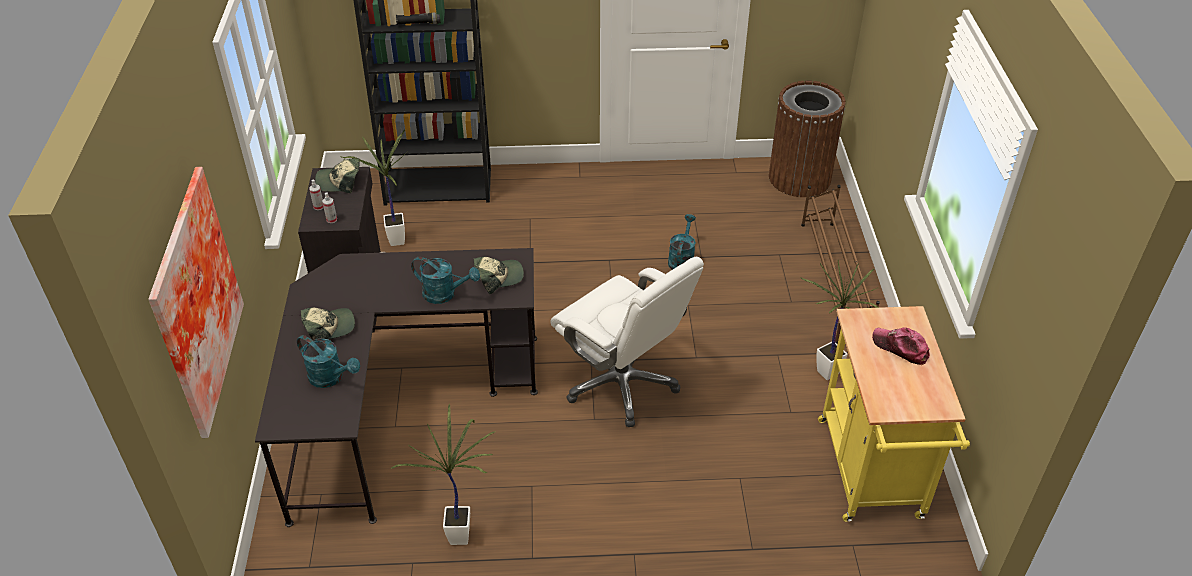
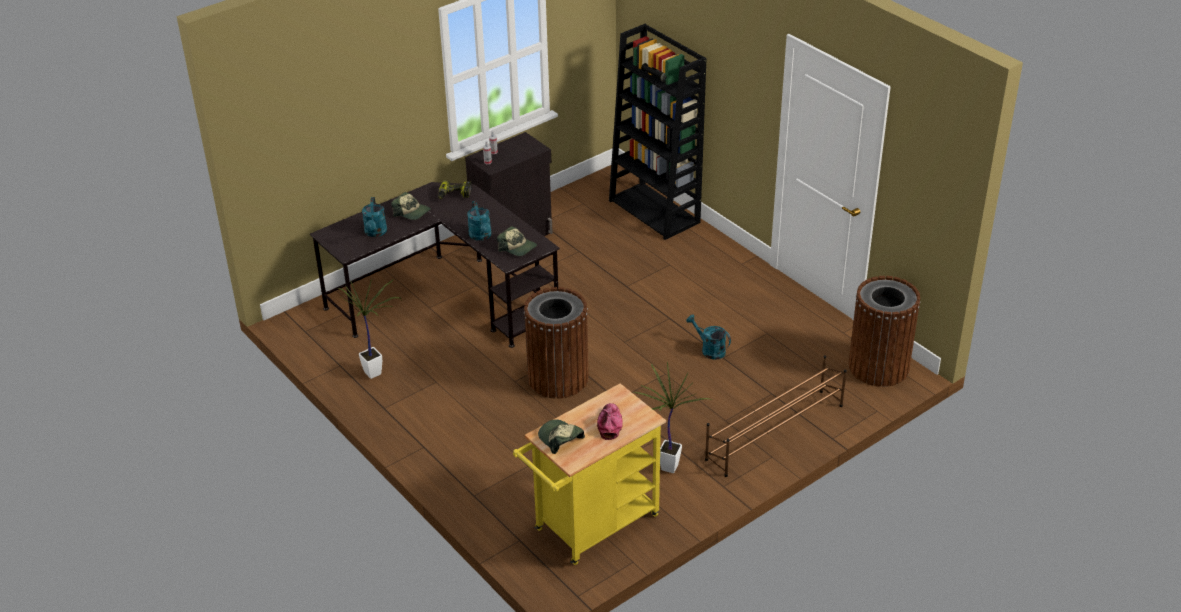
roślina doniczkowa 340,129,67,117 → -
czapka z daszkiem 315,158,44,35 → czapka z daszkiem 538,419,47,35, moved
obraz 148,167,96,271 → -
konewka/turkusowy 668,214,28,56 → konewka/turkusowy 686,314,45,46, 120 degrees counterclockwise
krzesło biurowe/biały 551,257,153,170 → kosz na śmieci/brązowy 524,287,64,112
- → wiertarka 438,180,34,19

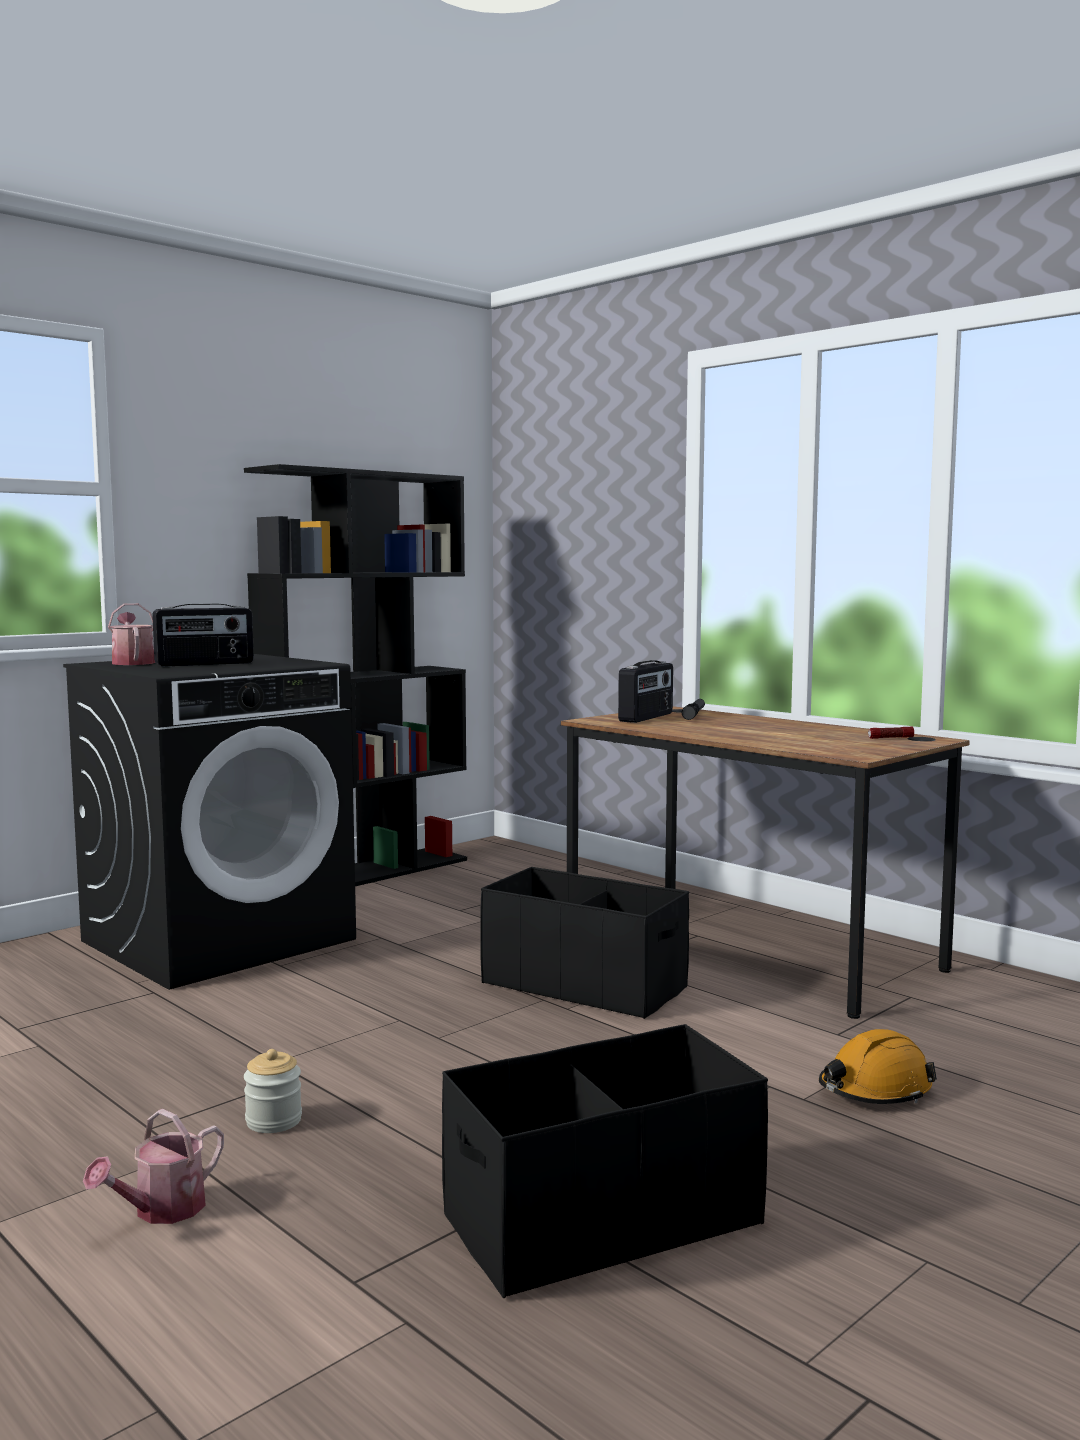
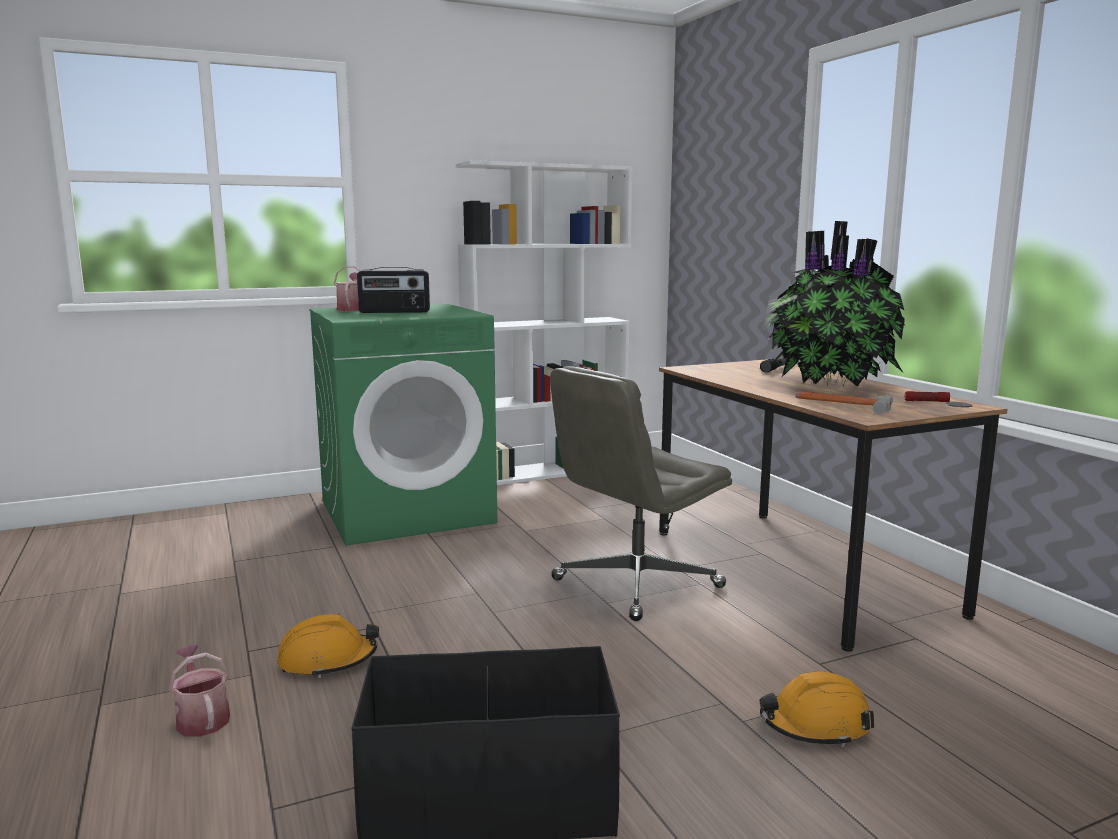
regał/czarny 244,464,223,422 → regał/biały 456,160,177,325
pralka/czarny 63,654,293,336 → pralka/zielony 309,304,189,242
radio 618,660,55,63 → -
pojemnik do przechowywania/czarny 480,867,209,152 → krzesło biurowe/szary 550,366,182,255
słoik 244,1049,58,84 → kask/pomarańczowy 277,614,102,64
konewka 83,1109,141,115 → konewka 169,645,61,92, 90 degrees clockwise
- → roślina doniczkowa 762,221,143,166
- → młotek 795,391,98,24

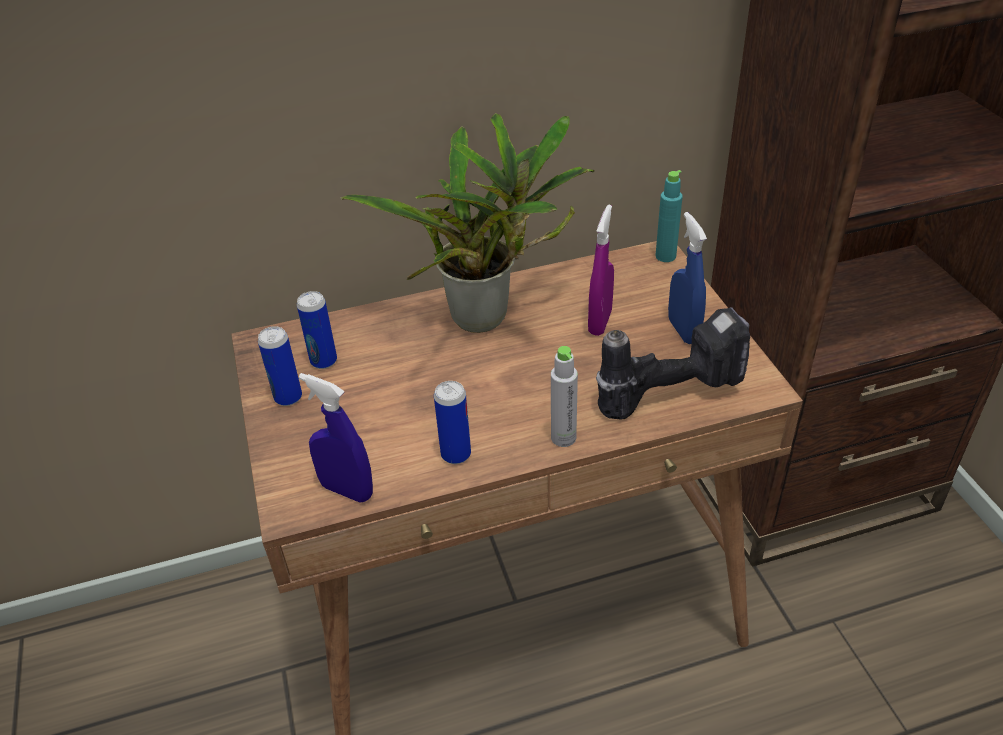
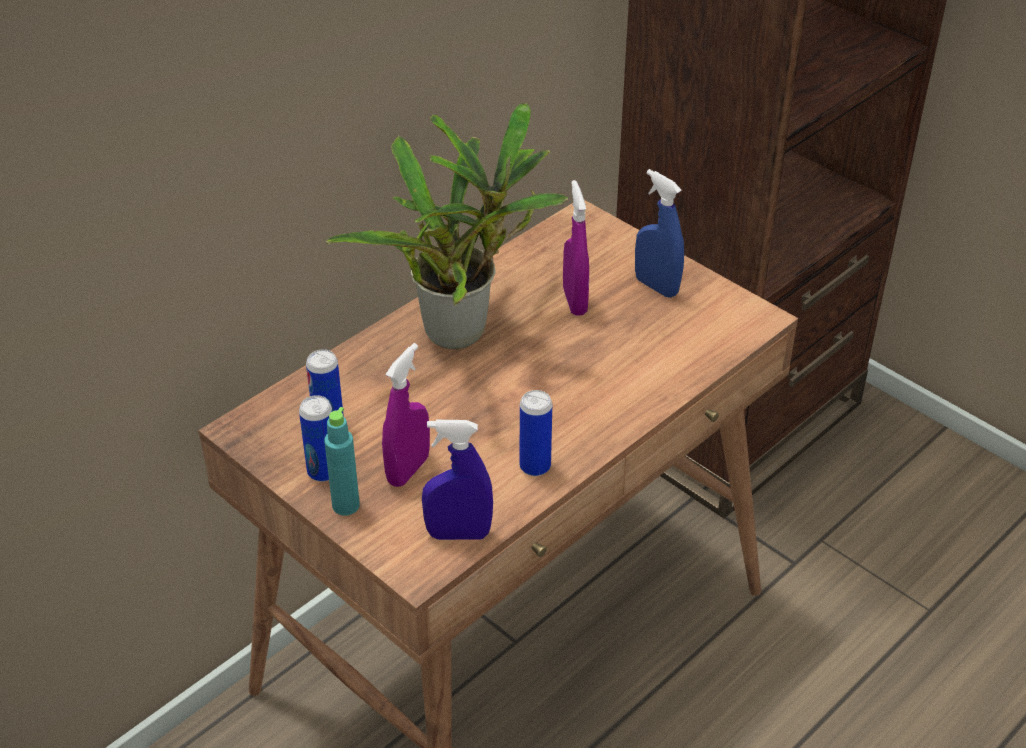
butelka/turkusowy 656,170,26,92 → butelka/turkusowy 324,407,36,109, moved
wiertarka 596,307,154,112 → -
butelka/szary 551,346,27,101 → -
- → spryskiwacz/fioletowy 382,343,48,144

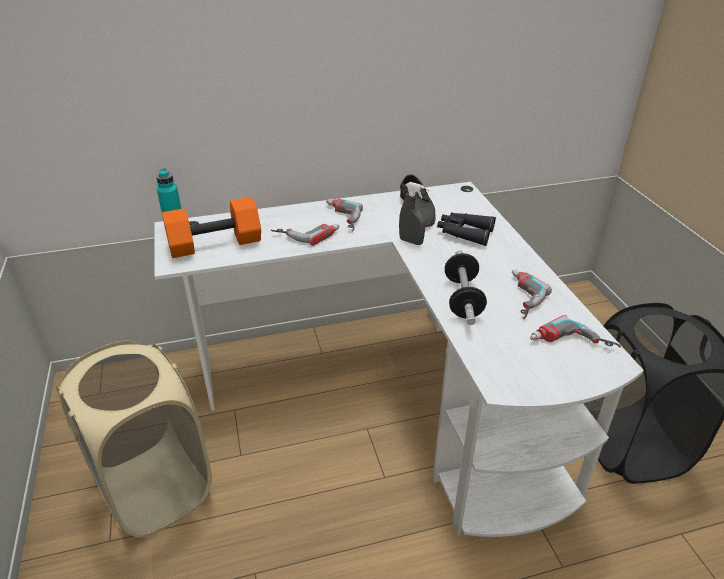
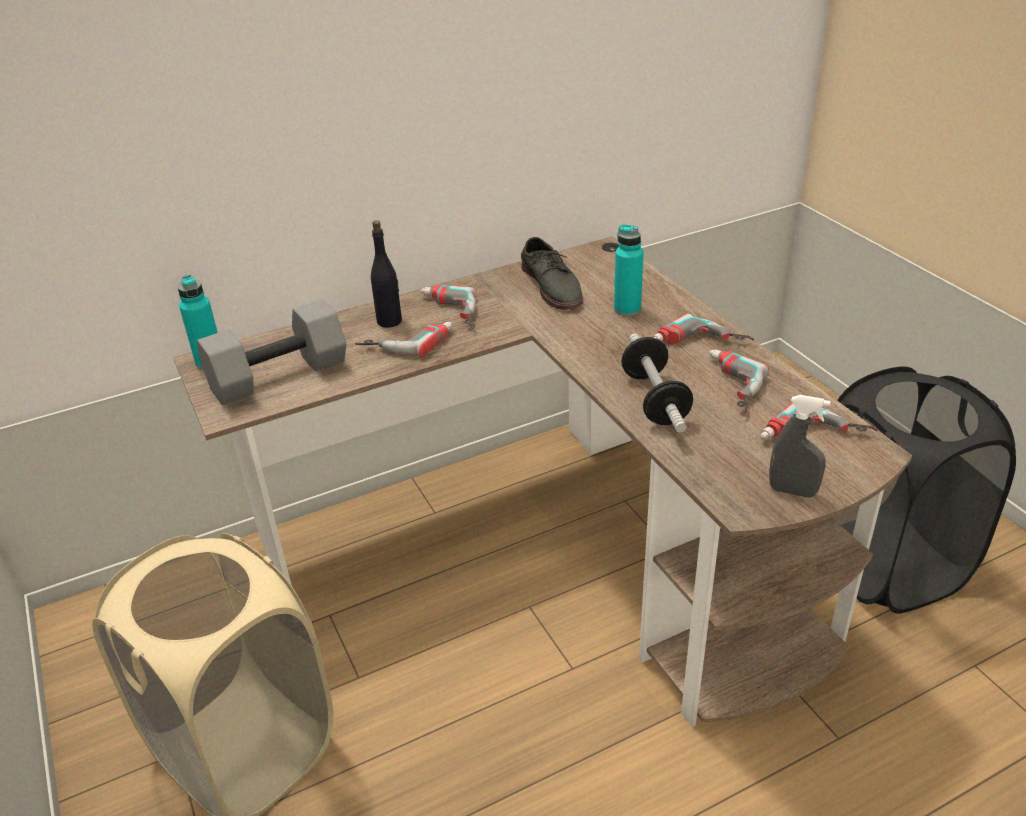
biurko/biały 154,182,490,355 → biurko/brązowy 173,236,739,491
spryskiwacz/szary 399,182,26,63 → spryskiwacz/szary 769,395,62,103, moved
hantel/pomarańczowy 162,197,99,61 → hantel/szary 197,299,149,106
lornetka/czarny 437,212,59,34 → butelka/turkusowy 614,224,30,92
- → butelka/czarny 371,220,31,108
- → wiertarka 652,313,102,32

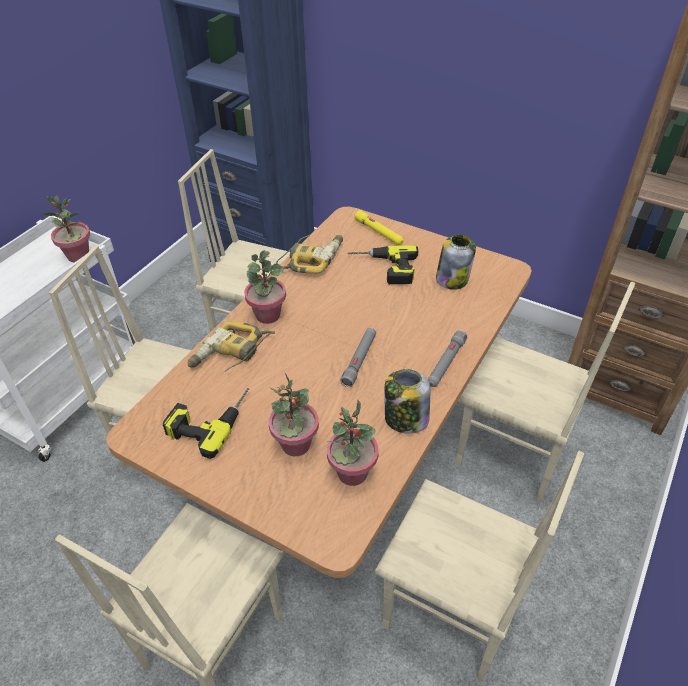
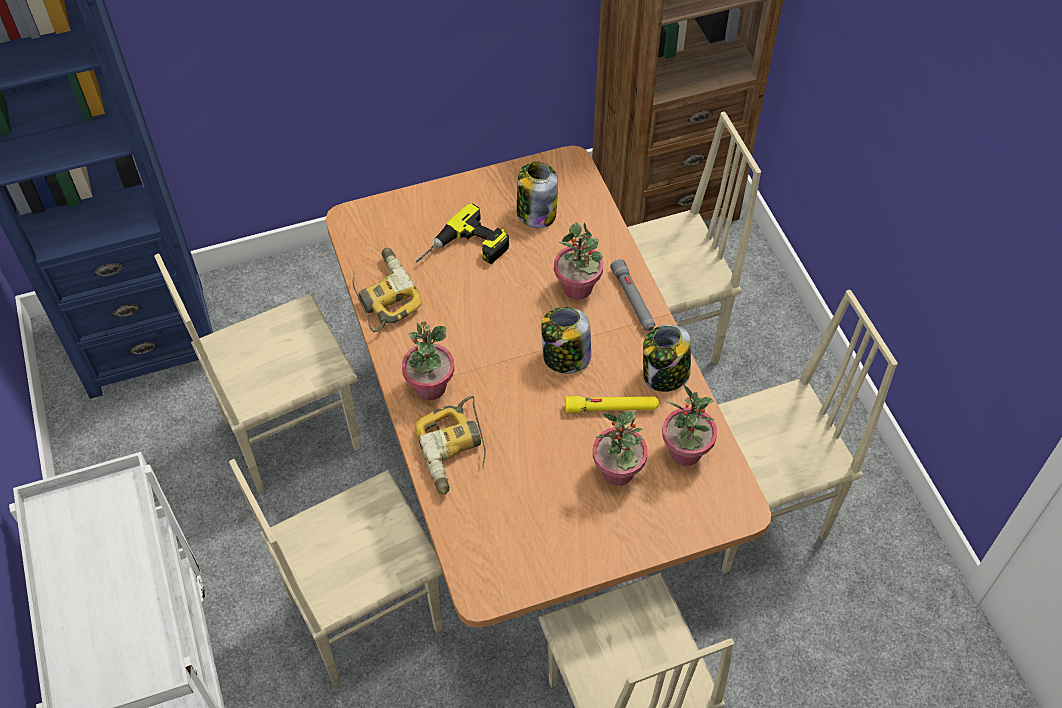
roślina doniczkowa 42,196,48,67 → roślina doniczkowa 554,222,49,78, moved
latarka/żółty 355,210,48,35 → latarka/żółty 565,396,94,17, moved
latarka/szary 340,328,36,59 → słoik 541,307,50,67
wiertarka 163,388,86,71 → -

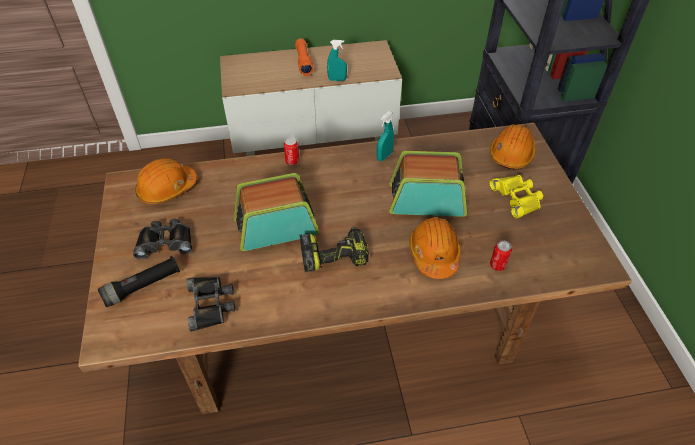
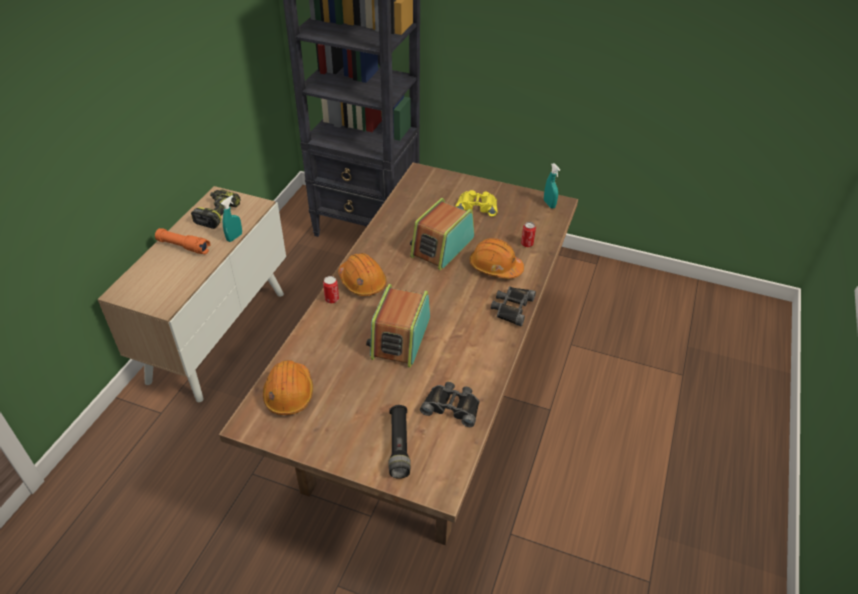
spryskiwacz/turkusowy 377,111,17,50 → spryskiwacz/turkusowy 544,163,16,45, moved
kask/pomarańczowy 490,124,46,45 → kask/pomarańczowy 338,253,48,43, moved
lornetka/czarny 133,219,59,40 → lornetka/czarny 491,286,45,40, moved
wiertarka 300,226,69,46 → wiertarka 191,189,50,40, moved

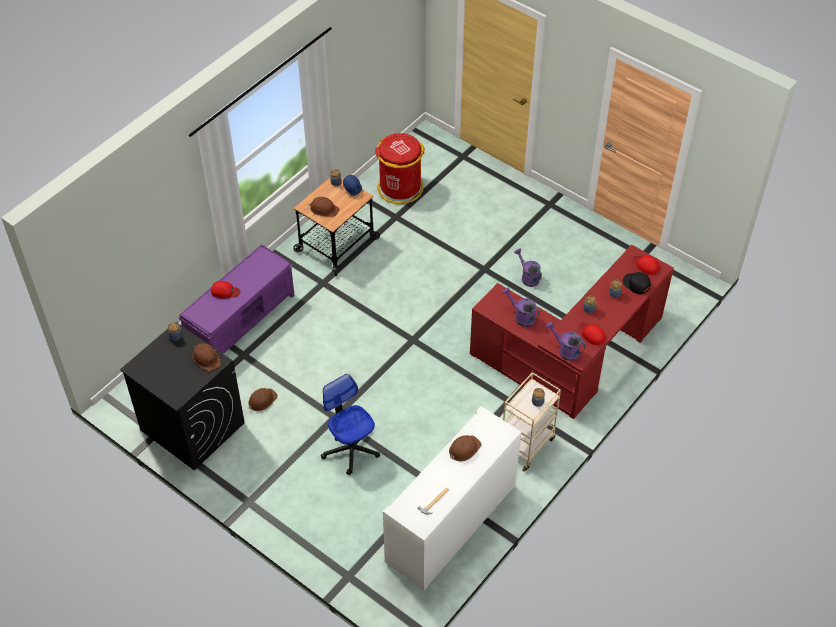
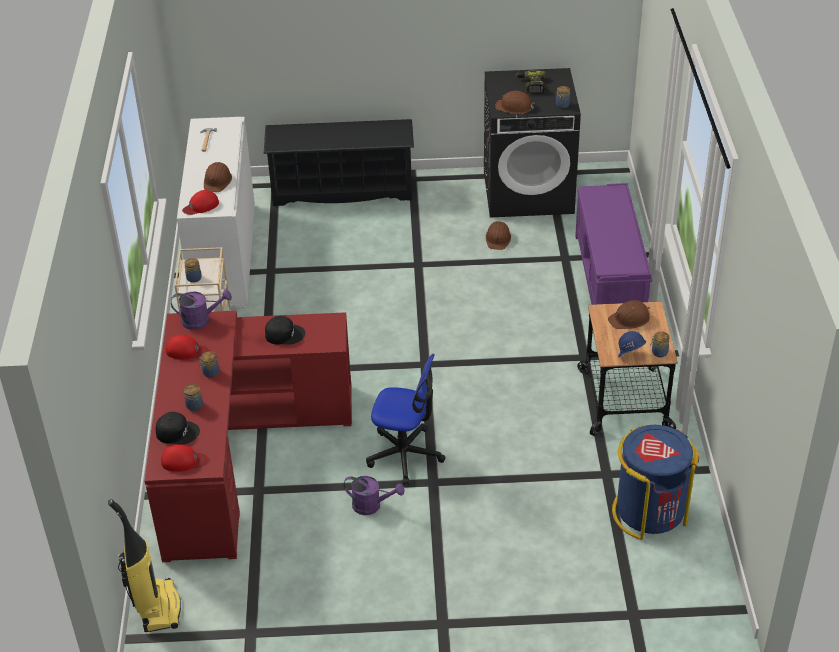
kosz na śmieci/czerwony 375,133,50,71 → kosz na śmieci/niebieski 612,425,87,115
czapka z daszkiem/czerwony 211,281,30,18 → czapka z daszkiem/czerwony 182,190,37,25, moved
konewka/fioletowy 502,288,38,39 → czapka z daszkiem/czarny 265,316,40,29
krzesło biurowe 321,374,59,101 → krzesło biurowe 366,354,80,131, moved
- → wiertarka 516,71,30,23
- → regał na buty/czarny 264,119,150,87
- → odkurzacz 108,499,73,133

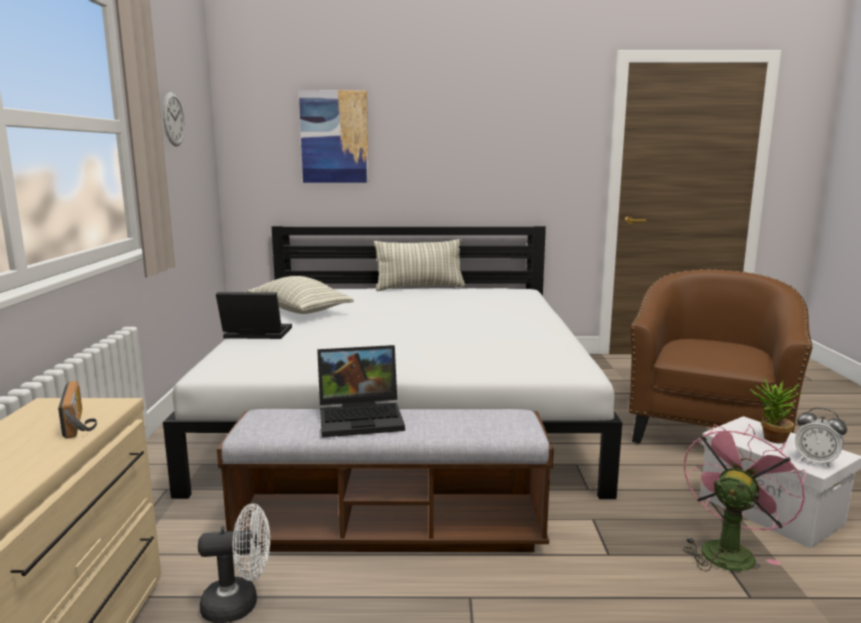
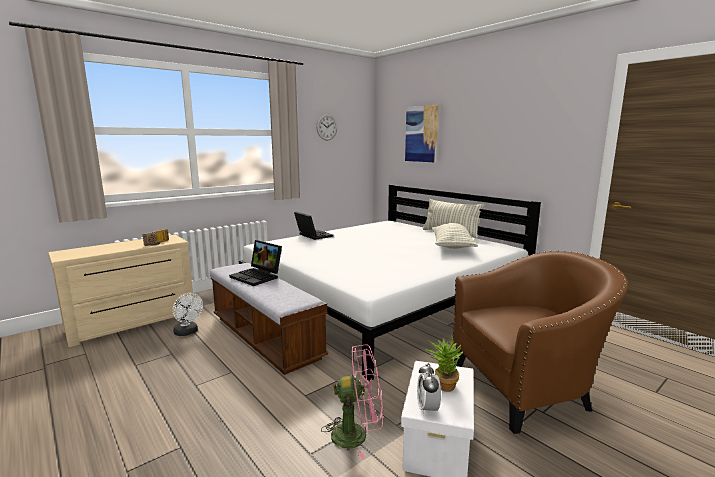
poduszka 247,276,107,38 → poduszka 432,223,46,26, moved

